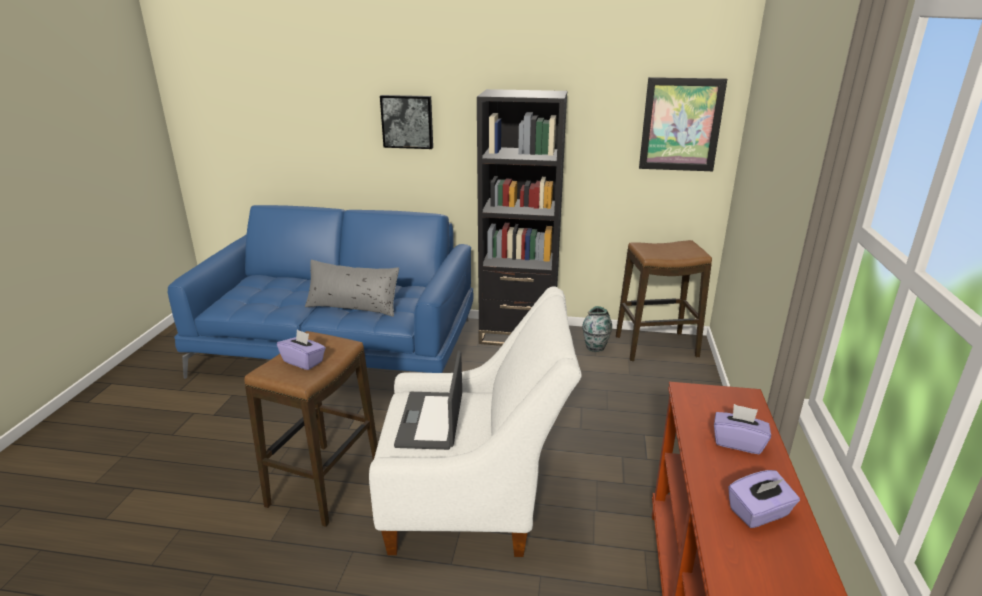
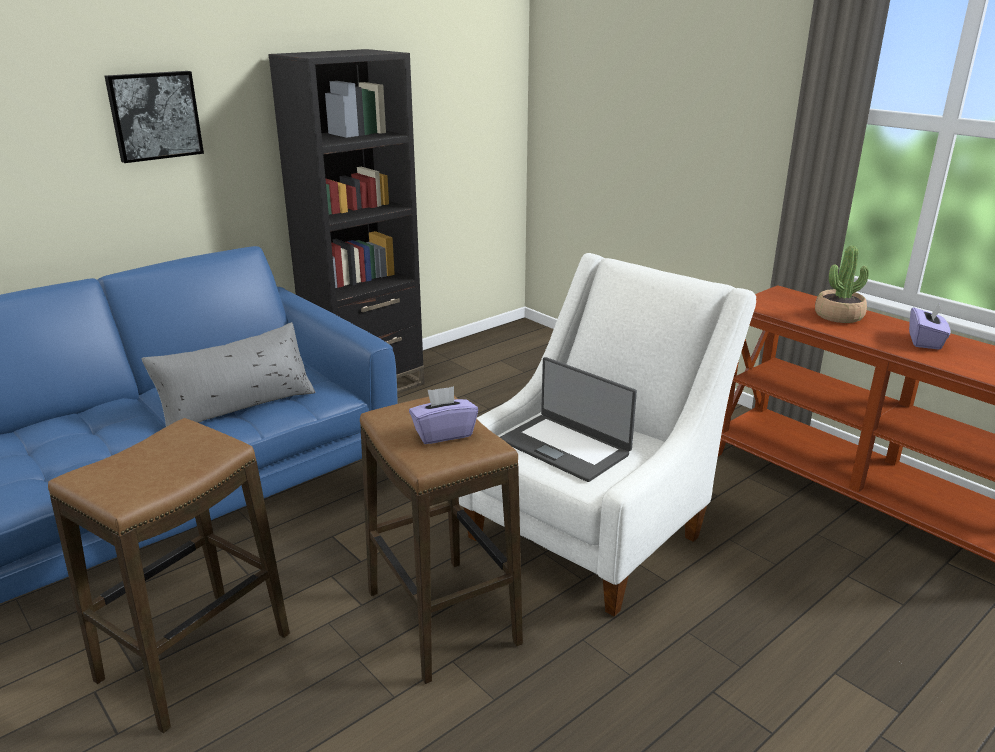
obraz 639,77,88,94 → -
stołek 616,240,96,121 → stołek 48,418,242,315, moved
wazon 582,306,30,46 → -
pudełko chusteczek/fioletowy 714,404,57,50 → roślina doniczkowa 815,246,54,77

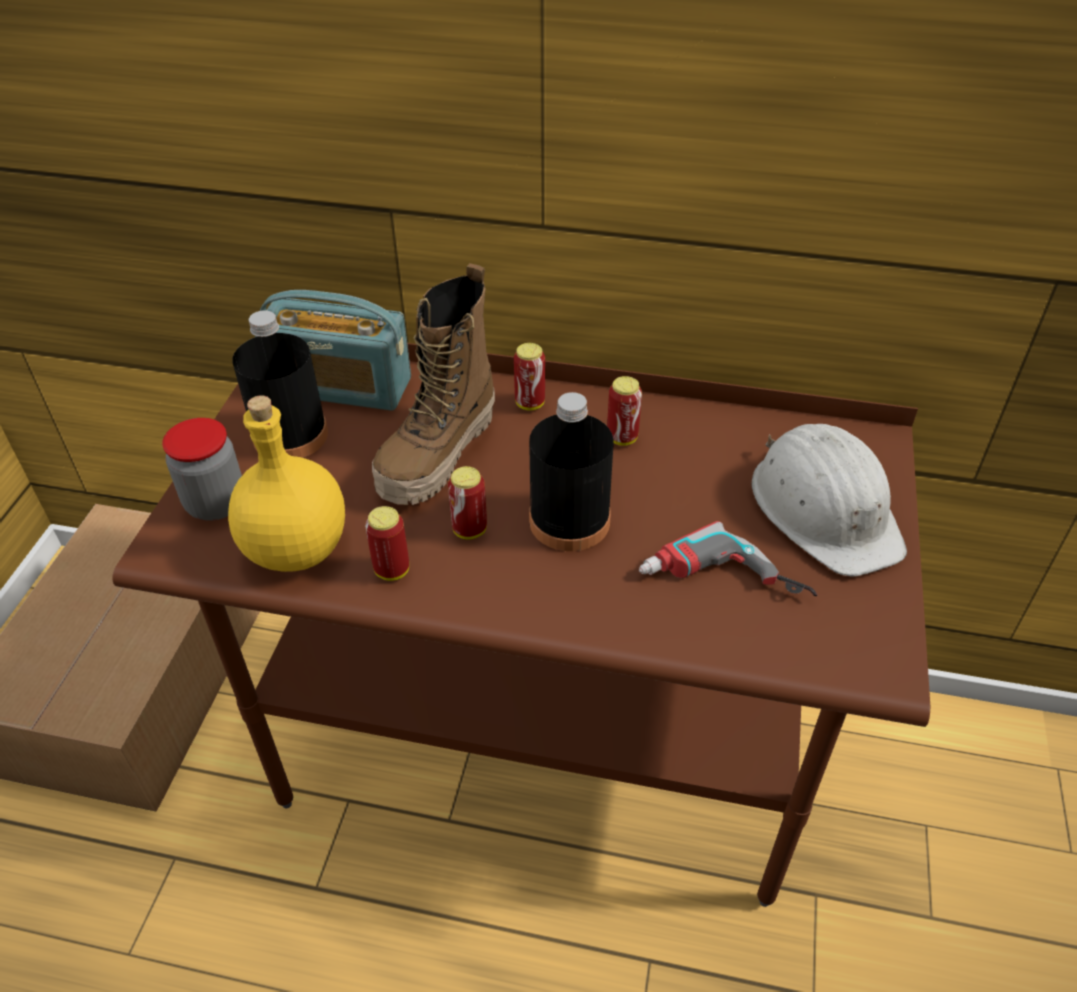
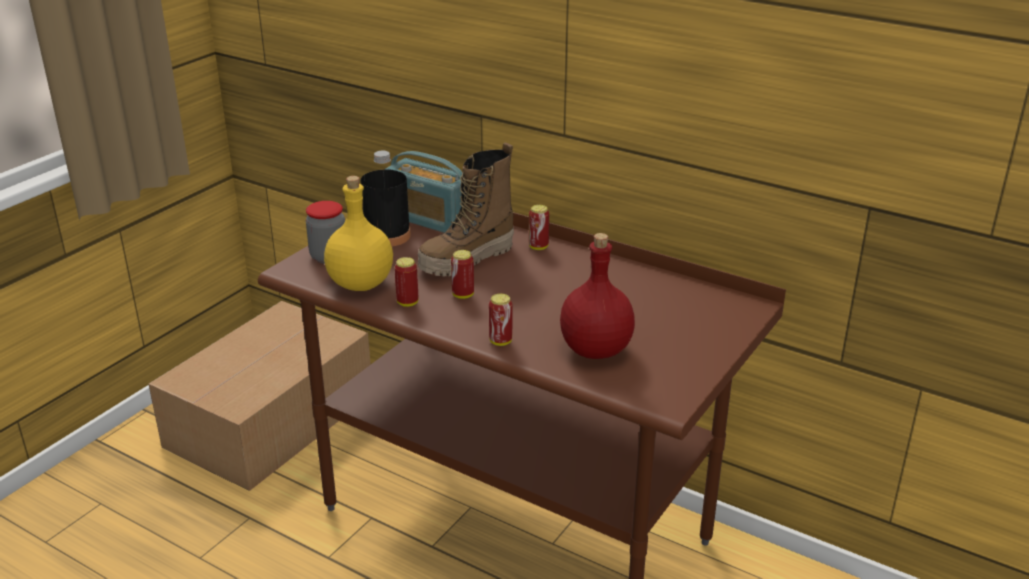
puszka 607,376,35,70 → puszka 489,294,23,52, moved
butelka/czarny 529,392,85,159 → -
kask/biały 752,424,155,152 → -
wiertarka 639,521,178,75 → butelka/czerwony 560,233,75,126

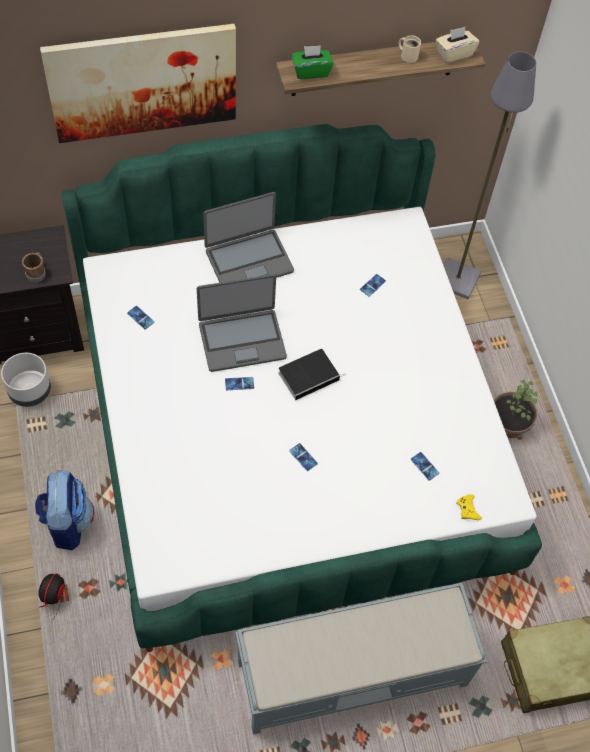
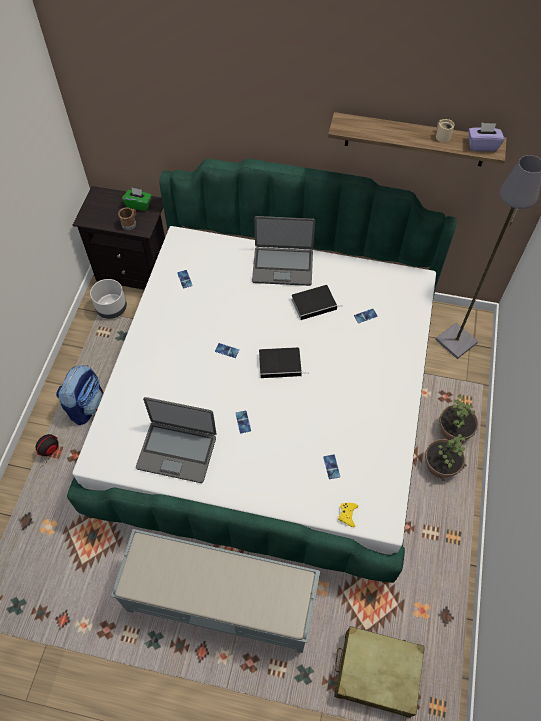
obraz 40,24,196,119 → -
pudełko chusteczek/beżowy 436,27,43,36 → pudełko chusteczek/fioletowy 468,123,37,28
pudełko chusteczek/zielony 292,45,42,34 → pudełko chusteczek/zielony 122,188,30,23, moved
laptop 197,274,90,98 → laptop 136,397,80,86, moved
- → książka 291,285,52,35
- → roślina doniczkowa 439,395,39,49

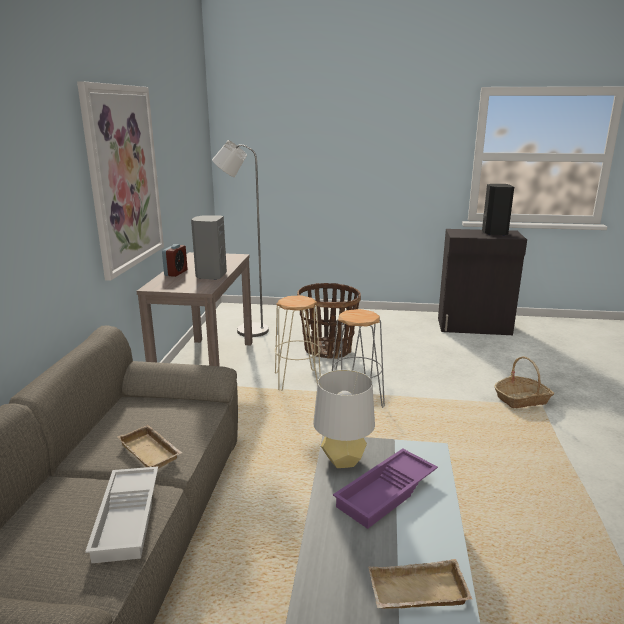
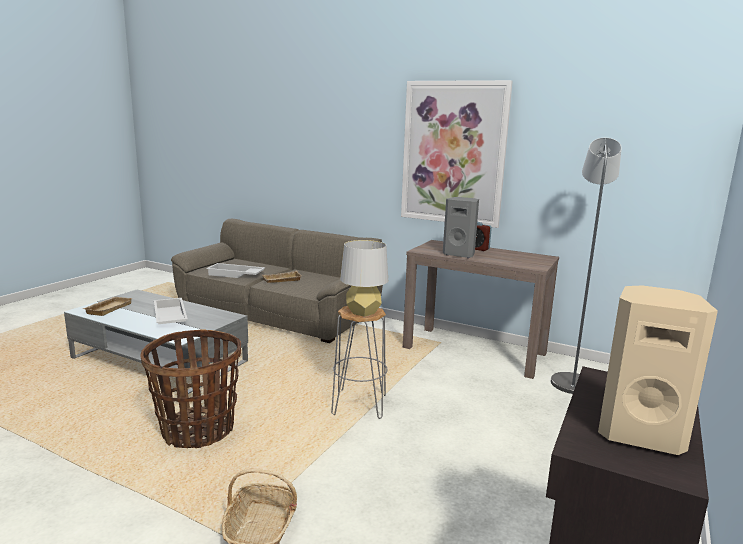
głośnik/czarny 482,184,32,52 → głośnik/beżowy 598,285,120,170
koszyk 297,283,64,76 → koszyk 140,329,101,119, moved
stołek/beżowy 275,295,46,96 → -
lampa stołowa/szary 313,370,62,98 → lampa stołowa/szary 340,240,48,77, moved
taca/fioletowy 333,448,105,81 → taca/biały 154,298,34,26

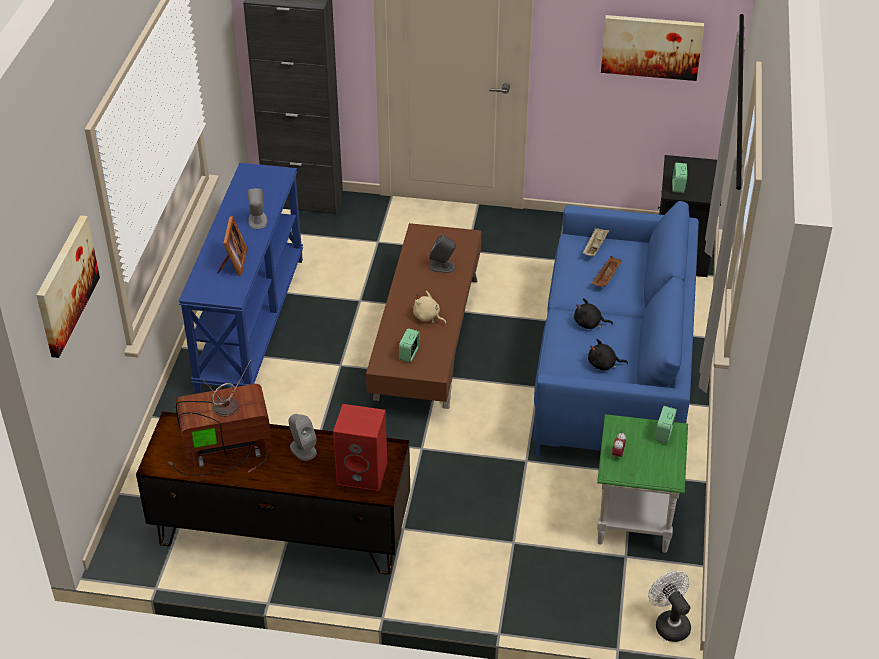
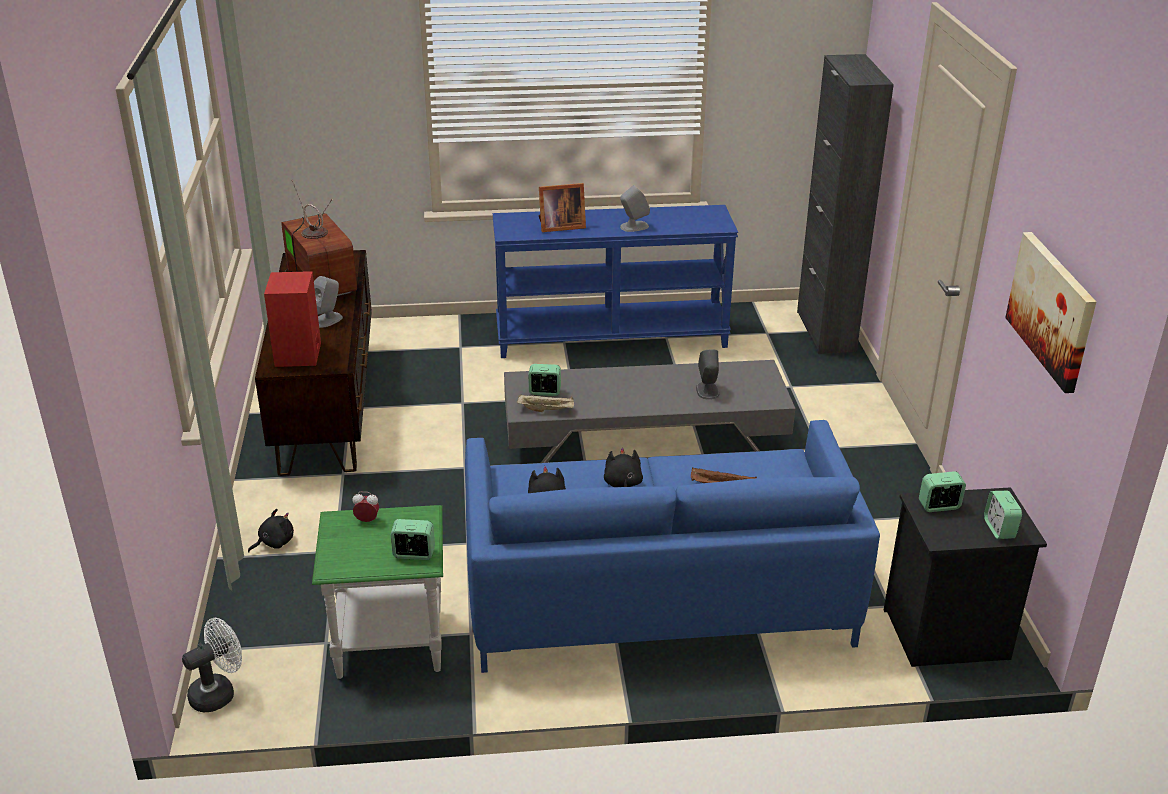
obraz 36,215,64,143 → -
ława/brązowy 366,223,115,186 → ława/szary 504,360,291,103
taca/beżowy 583,227,26,30 → taca/beżowy 517,394,57,18, moved
pluszak/beżowy 413,291,34,33 → -
- → budzik 984,491,38,48
- → pluszak/czarny 248,509,46,43

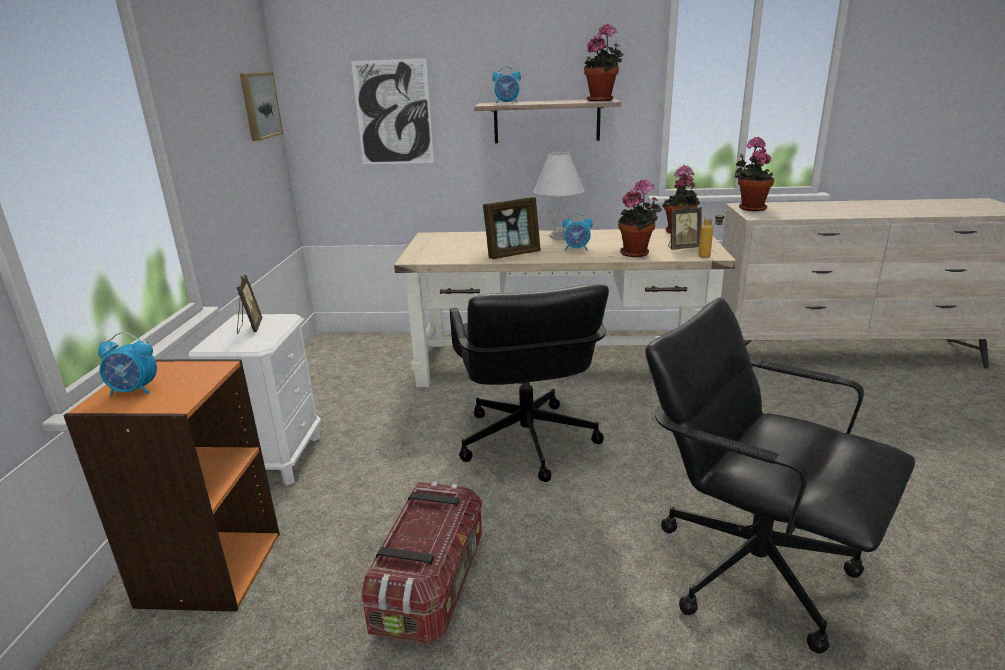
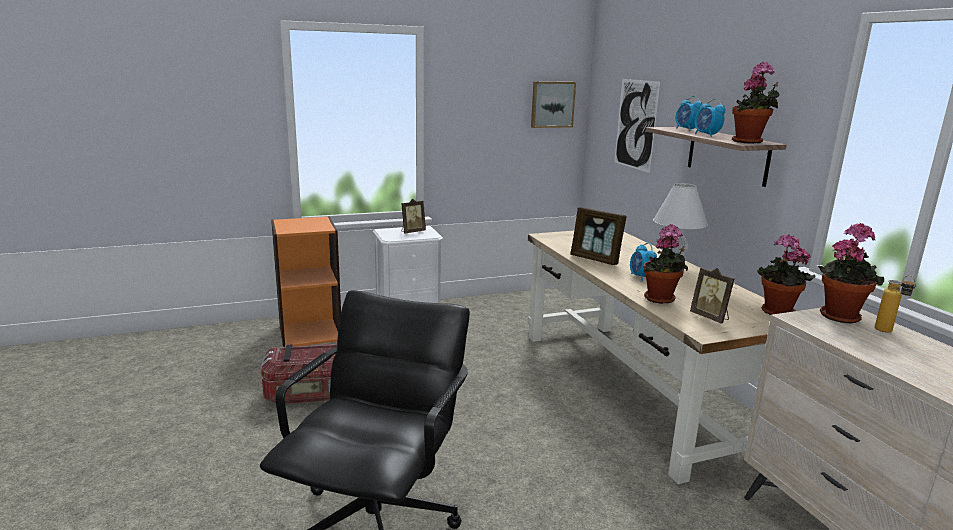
butelka 698,210,27,48 → butelka 875,275,41,58, moved
krzesło biurowe/czarny 450,284,159,198 → -
budzik 98,332,59,64 → budzik 695,99,31,38, moved

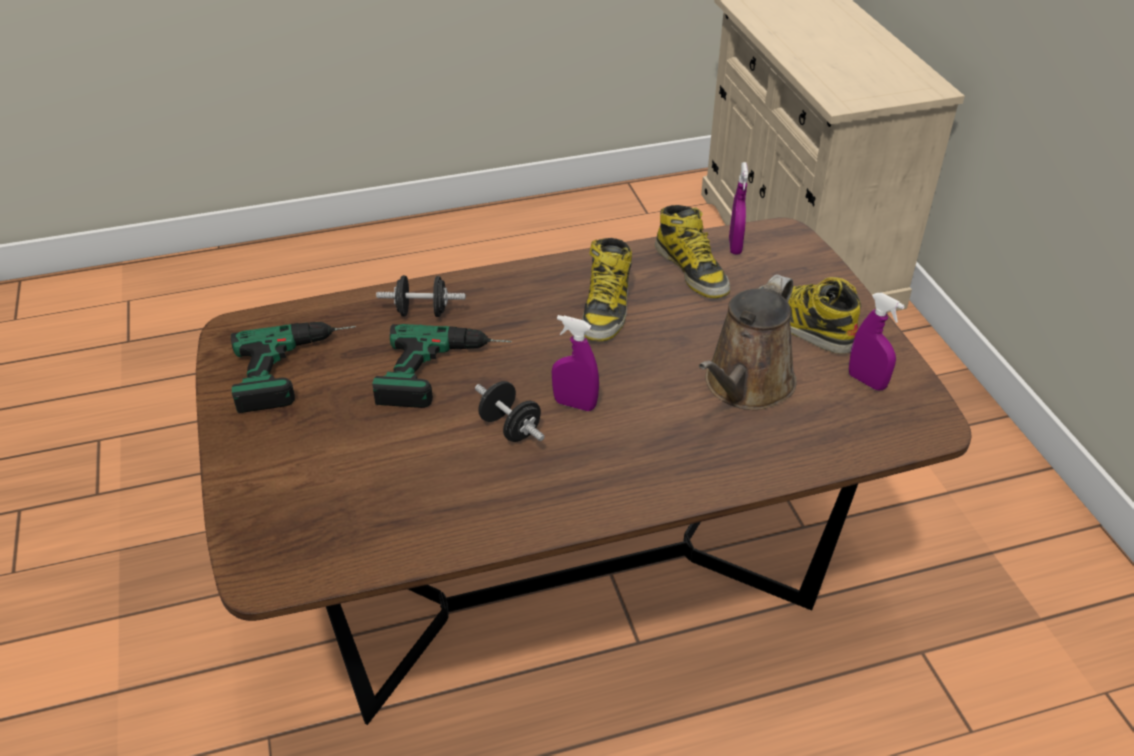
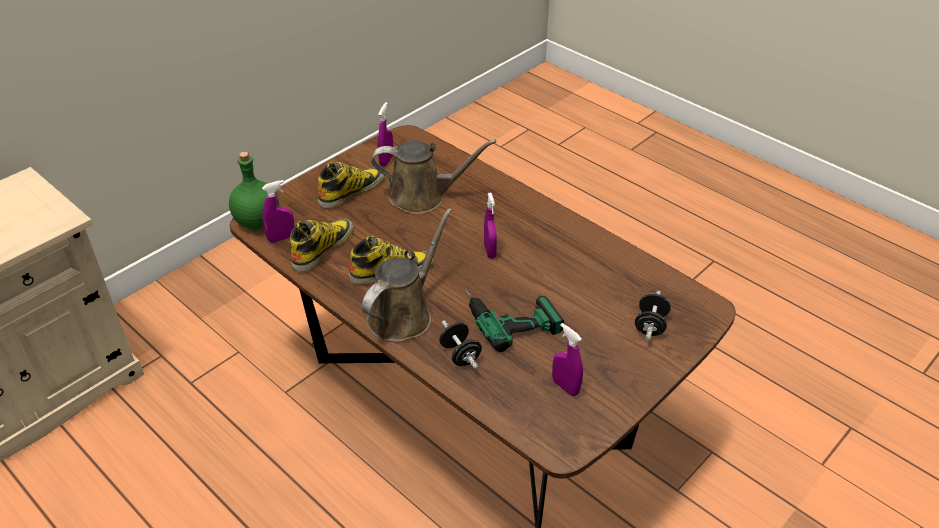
but z cholewką 760,277,101,77 → but z cholewką 318,162,66,47, 150 degrees counterclockwise
wiertarka 231,322,125,91 → spryskiwacz/fioletowy 552,323,31,73
hantel/czarny 475,381,70,61 → hantel/czarny 635,291,36,49, moved
- → butelka/zielony 229,151,50,78
- → konewka/brązowy 362,208,90,134

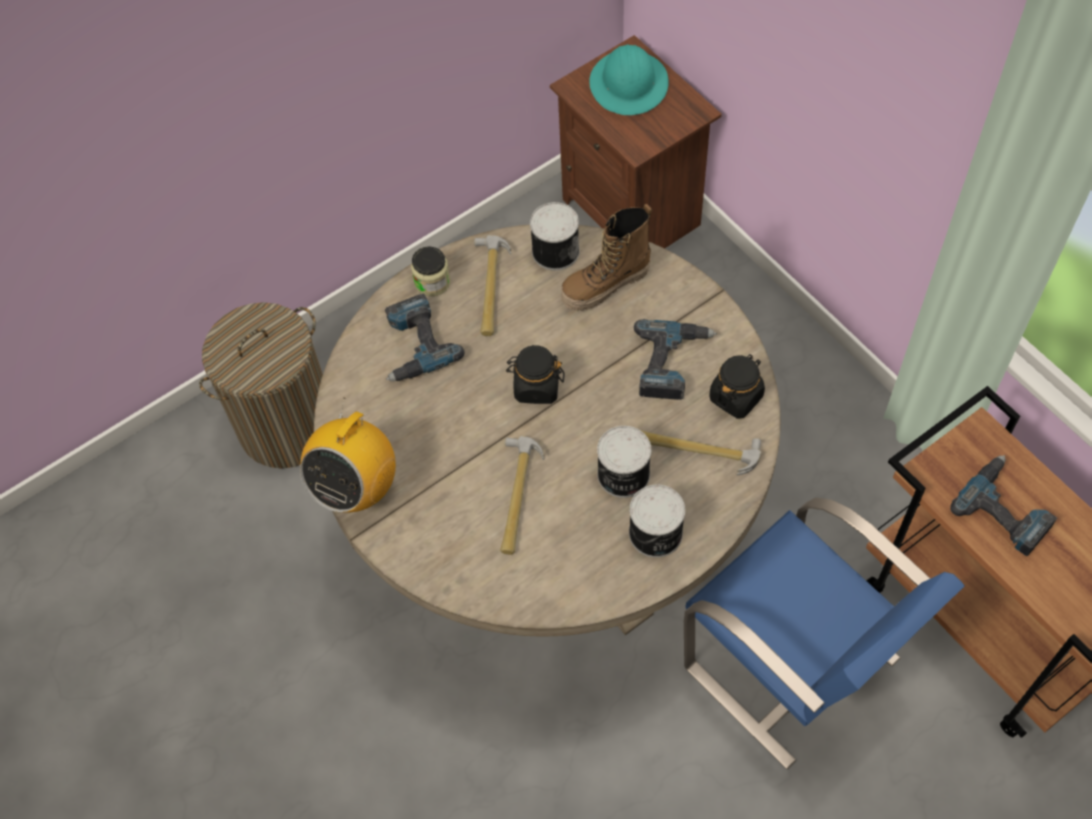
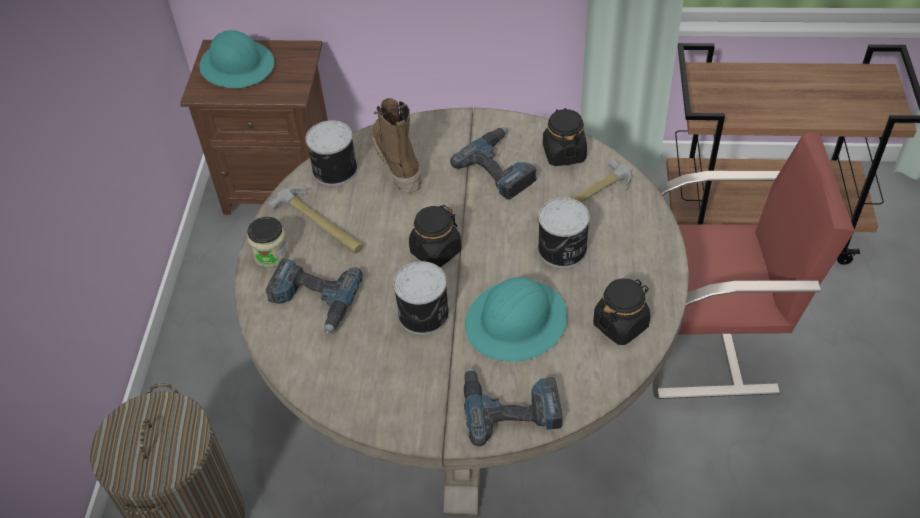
but z cholewką 561,204,91,107 → but z cholewką 372,98,50,95, 150 degrees clockwise
radio 300,397,96,115 → -
młotek 500,436,44,119 → kask/turkusowy 465,278,102,84
wiertarka 950,455,107,101 → wiertarka 464,366,99,80, moved
puszka 629,484,56,74 → puszka 393,261,56,74, moved
krzesło/niebieski 684,498,281,271 → krzesło/czerwony 652,132,203,267
- → słoik/czarny 593,278,57,67

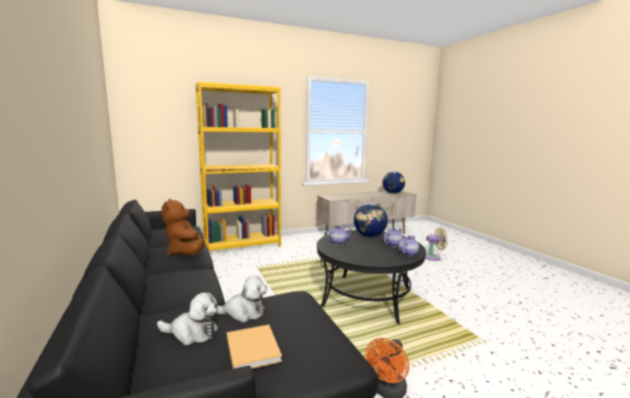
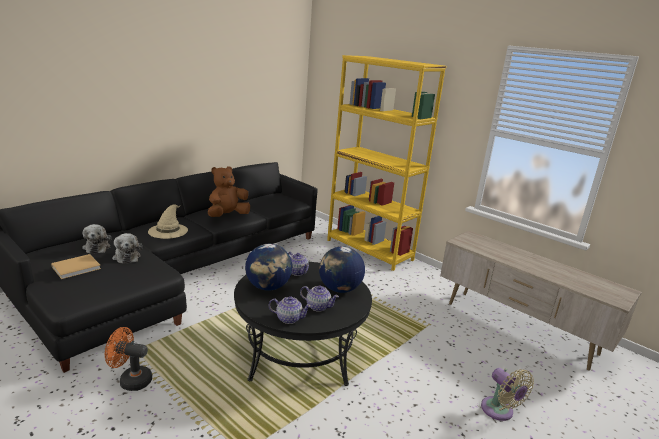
globus 383,172,22,22 → globus 245,244,47,47, moved
- → kapelusz/beżowy 148,204,40,35

